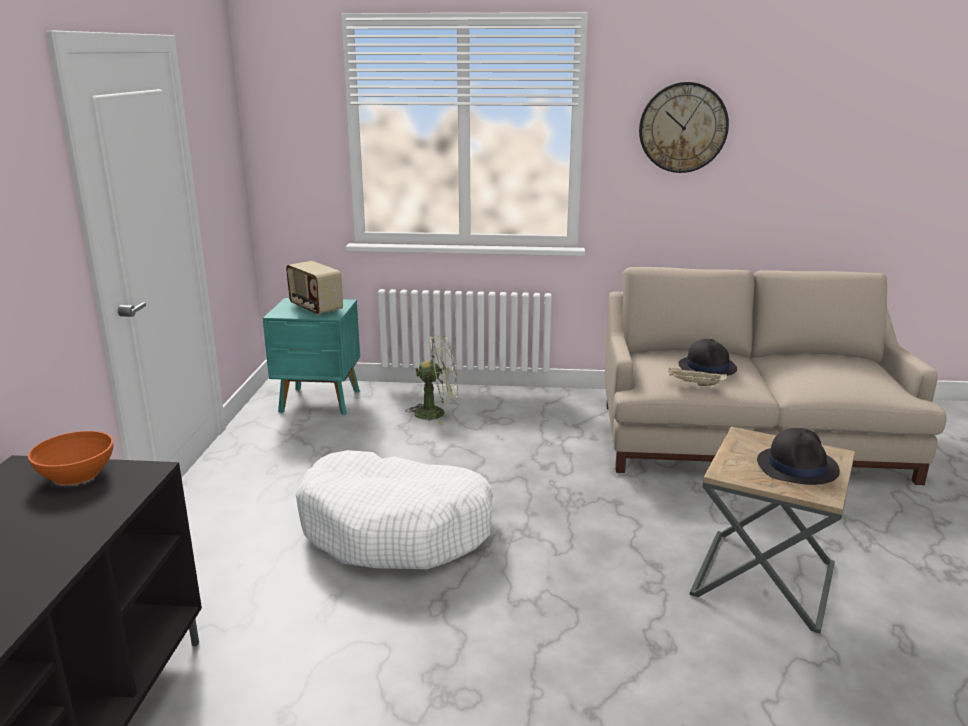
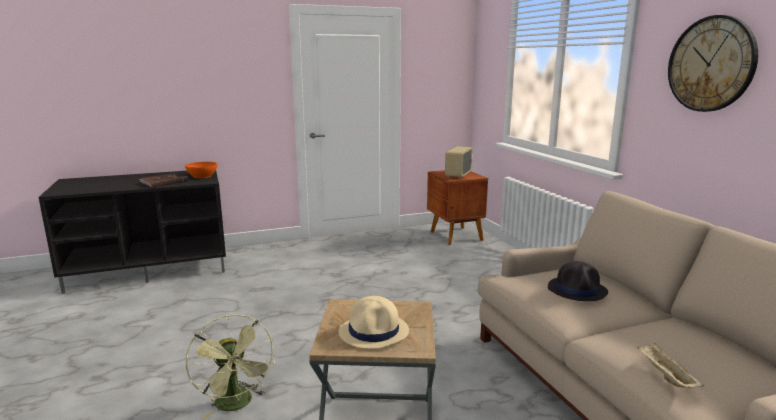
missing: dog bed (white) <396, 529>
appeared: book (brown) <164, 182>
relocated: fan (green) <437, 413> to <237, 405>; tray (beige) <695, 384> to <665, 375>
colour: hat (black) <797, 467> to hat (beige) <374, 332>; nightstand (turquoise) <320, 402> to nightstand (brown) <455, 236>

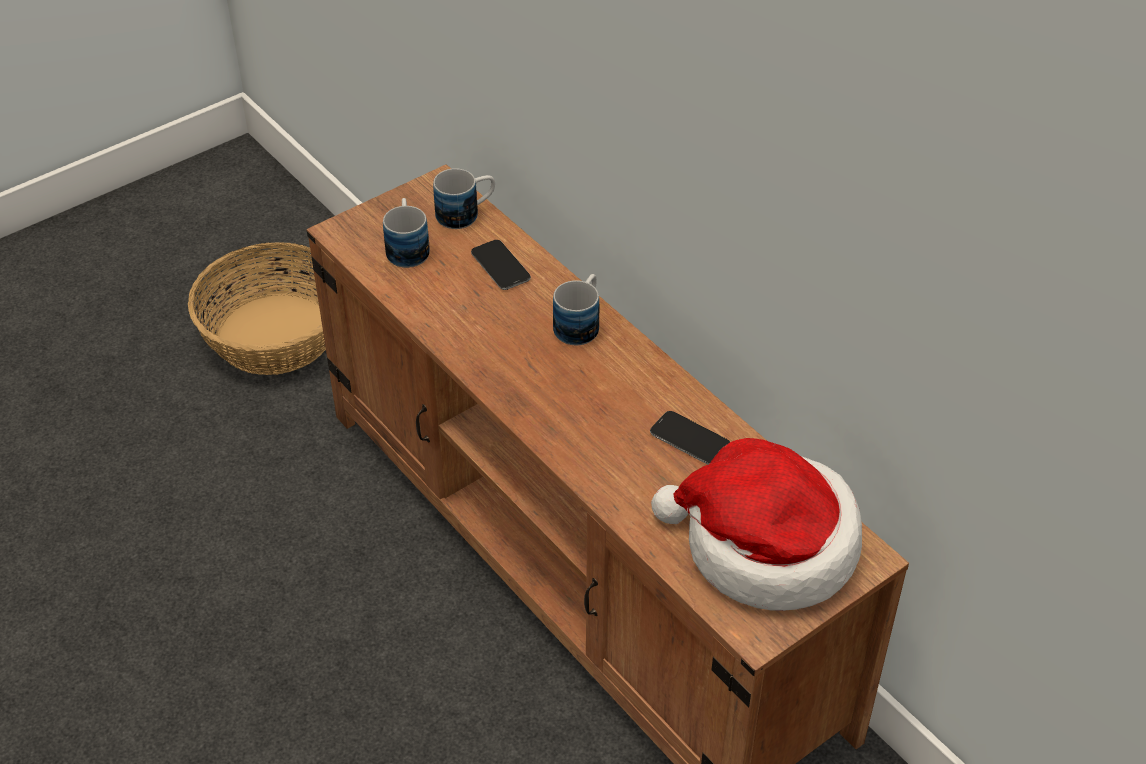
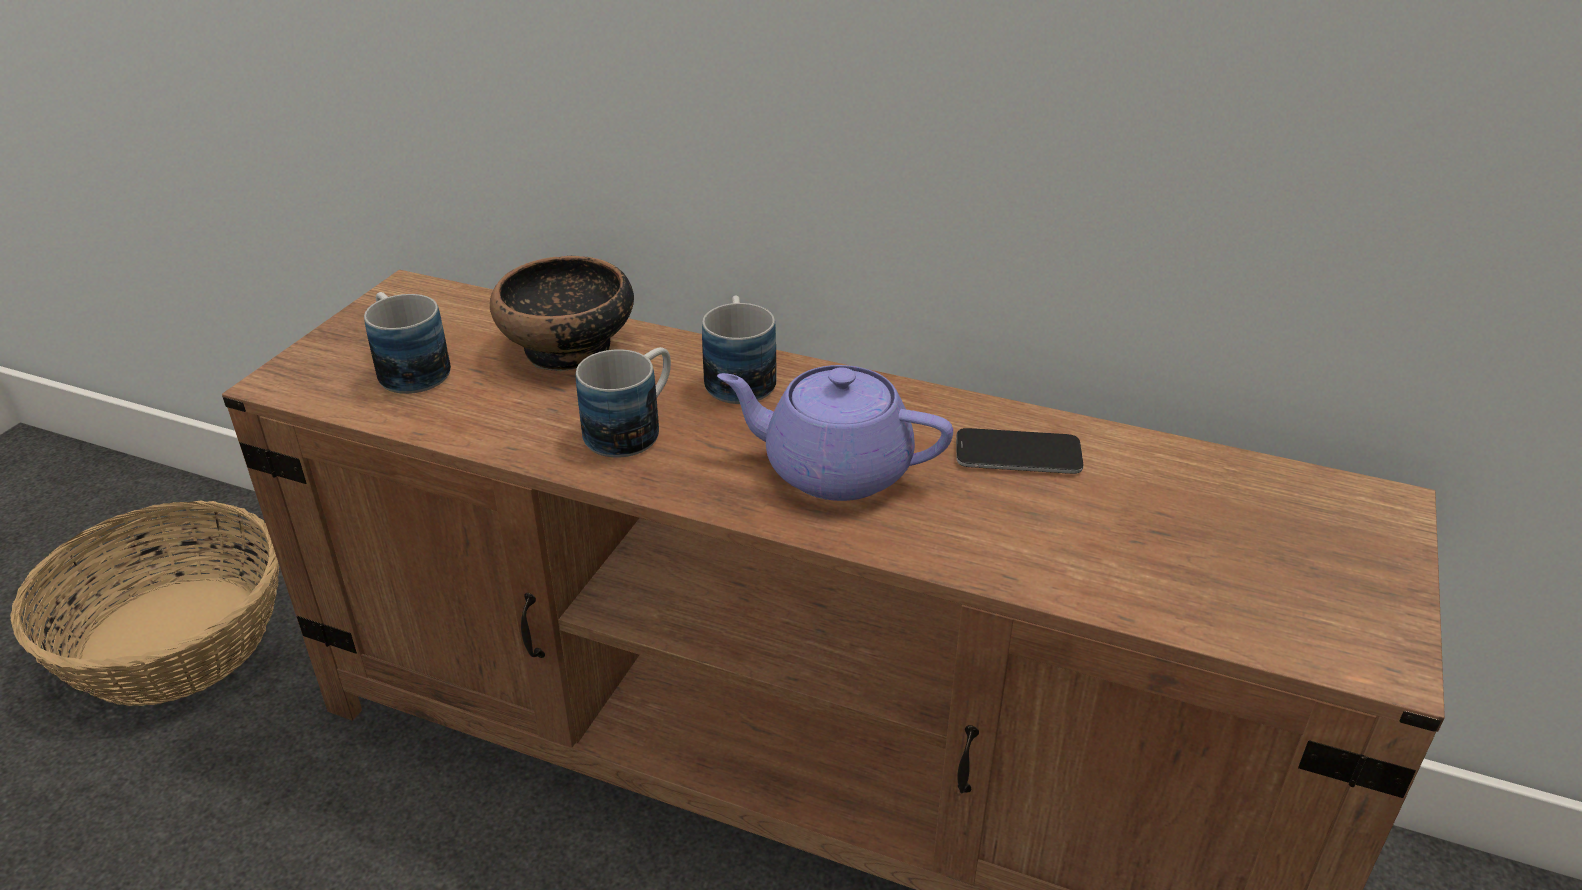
missing: hat <765, 546>
appeared: teapot (purple) <834, 469>
relocated: mug <466, 213> to <634, 428>
exchanged: phone <500, 266> to bowl <568, 349>

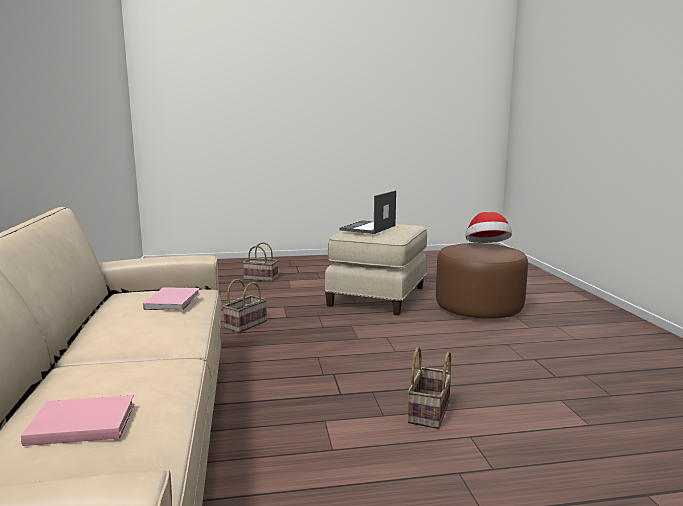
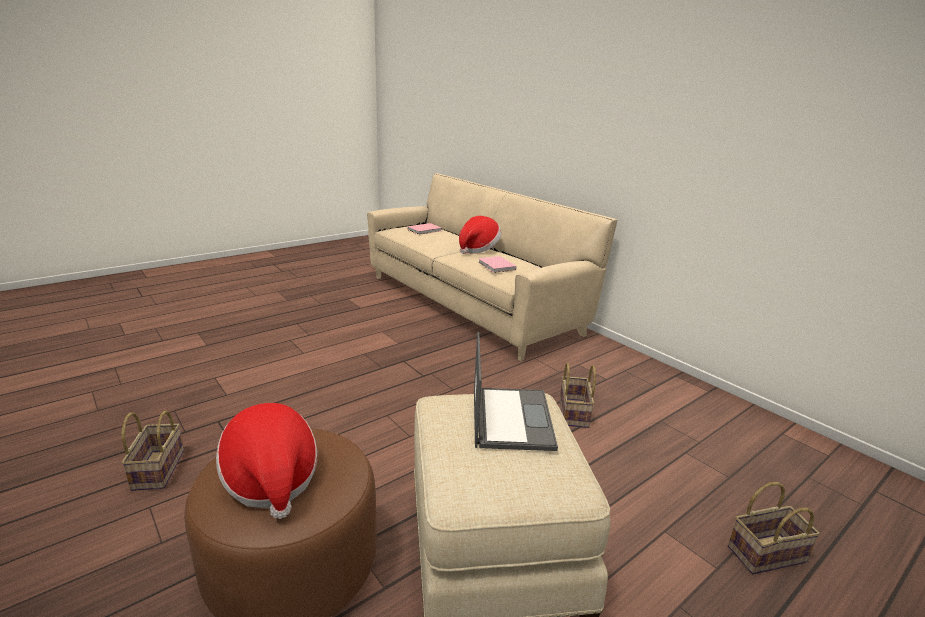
appeared: hat <478, 249>
relocated: basket <430, 413> to <157, 469>

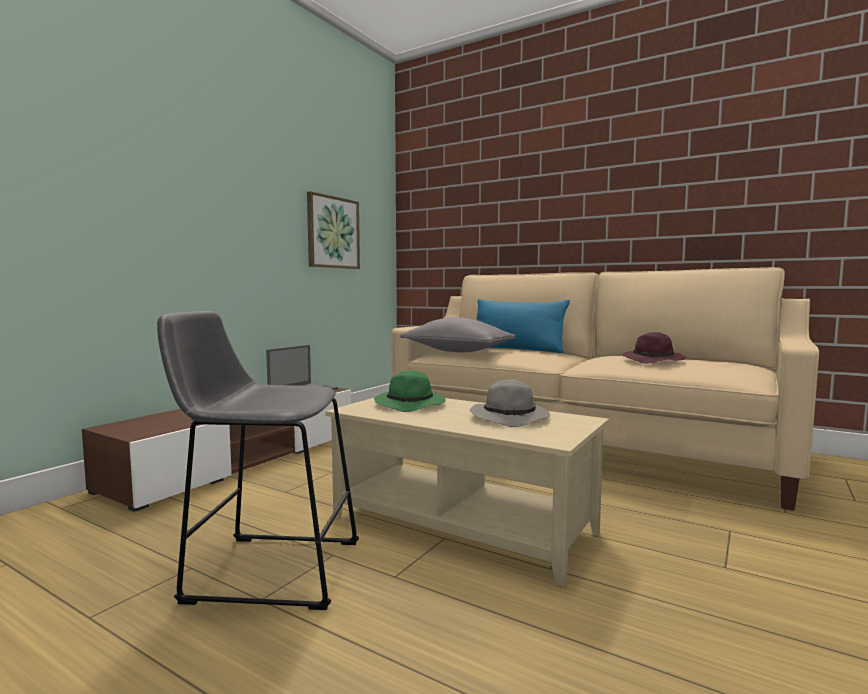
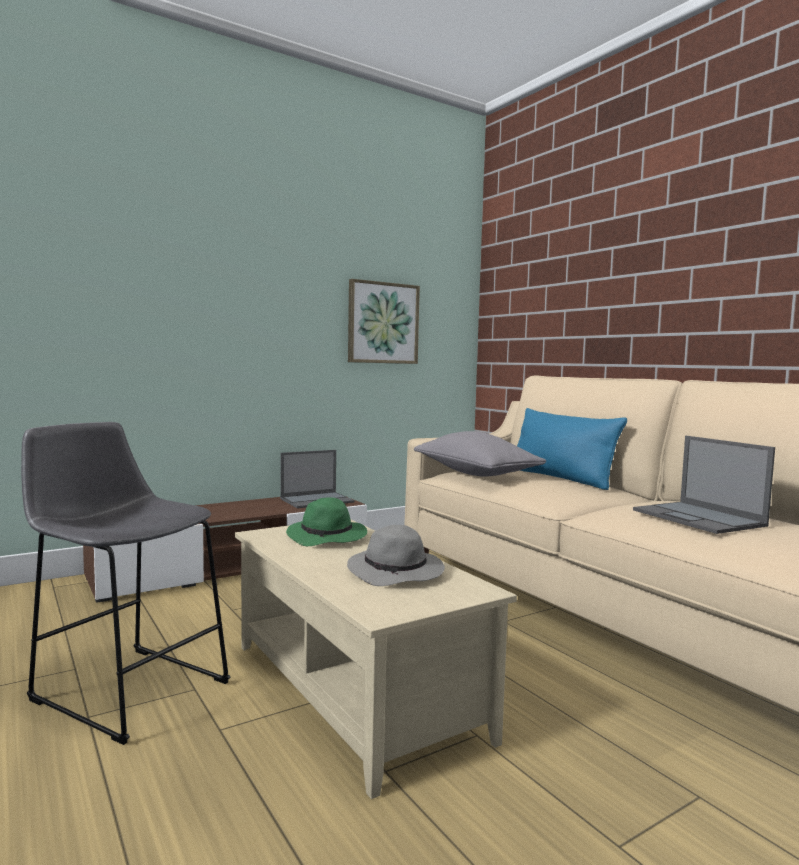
exchanged: hat (purple) <654, 360> to laptop <699, 518>

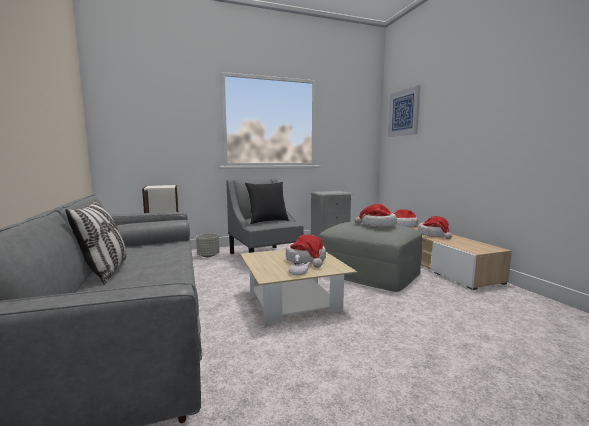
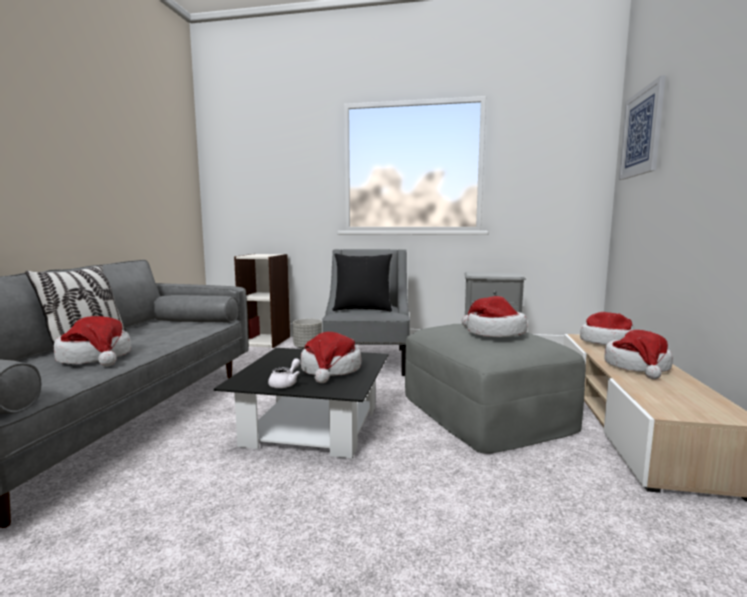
appeared: hat <96, 357>
colour: coffee table (beige) <293, 300> to coffee table (black) <313, 426>

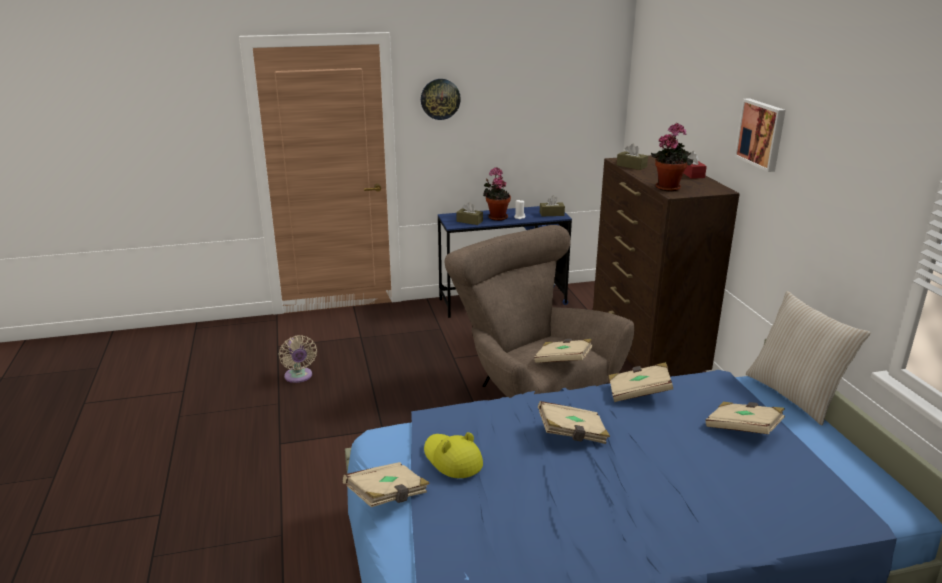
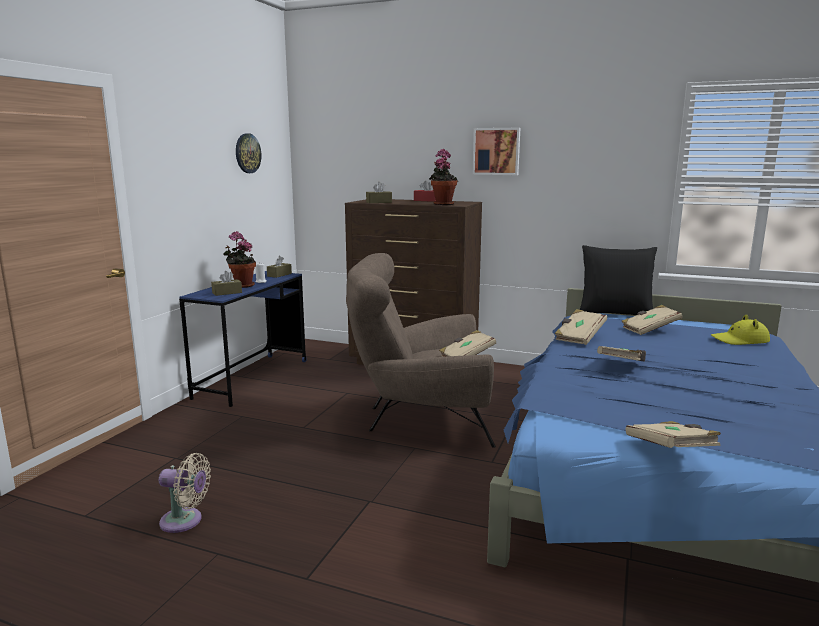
relocated: wall clock <440, 99> to <247, 153>; hat (yellow) <452, 459> to <740, 340>
colour: pillow (beige) <794, 395> to pillow (black) <614, 313>

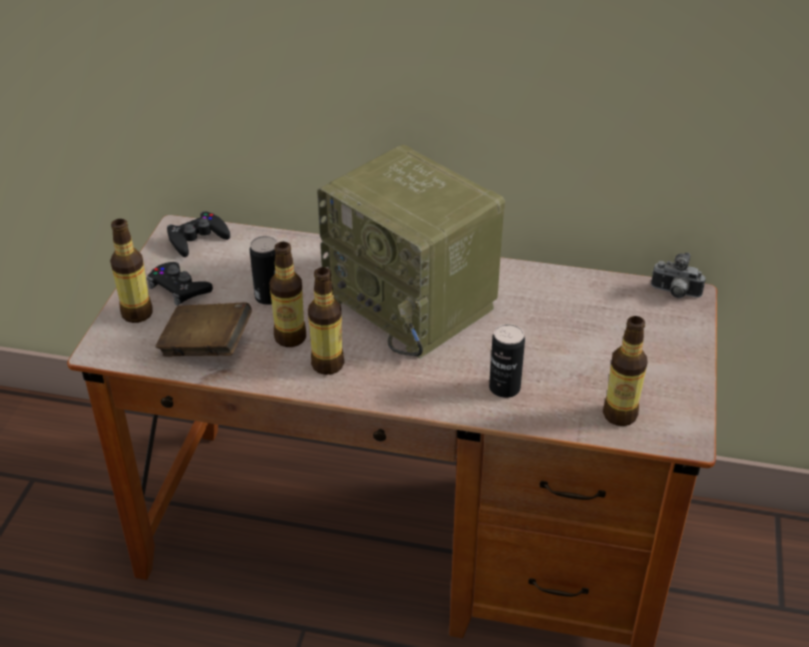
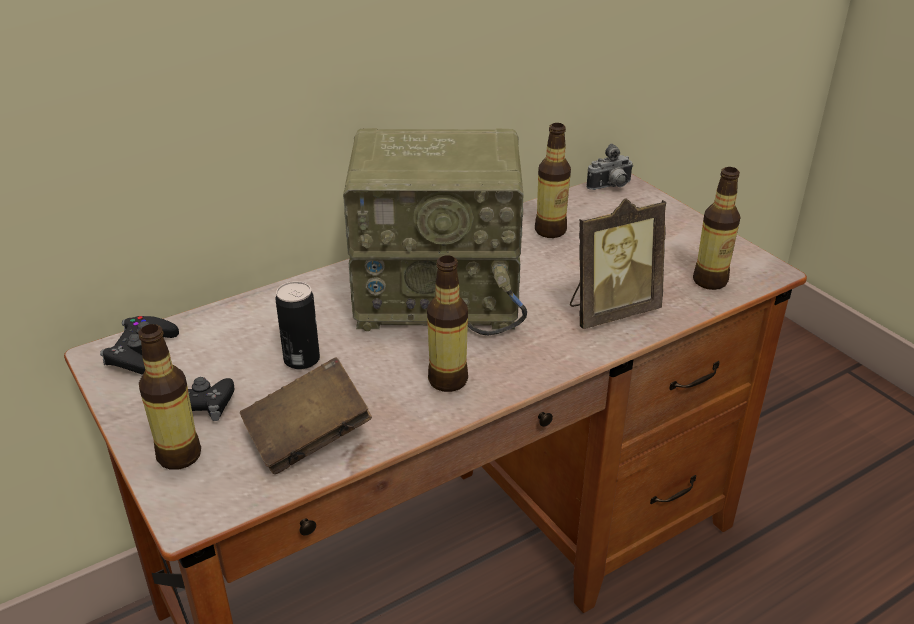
relocated: bottle <290, 338> to <550, 231>
exchanged: can <504, 388> to picture frame <610, 311>

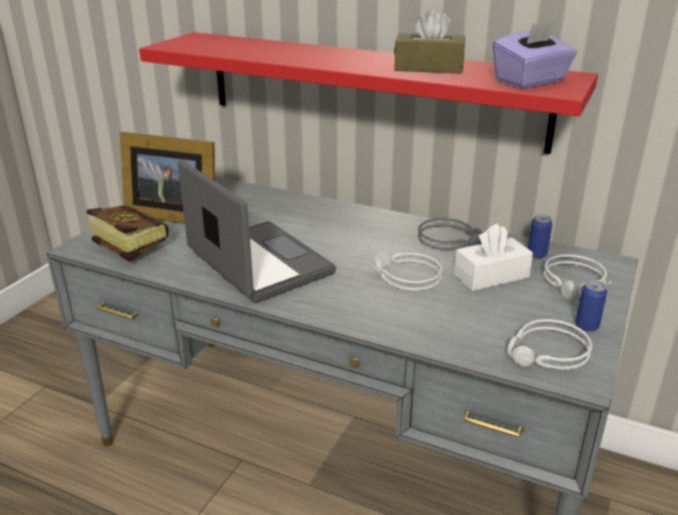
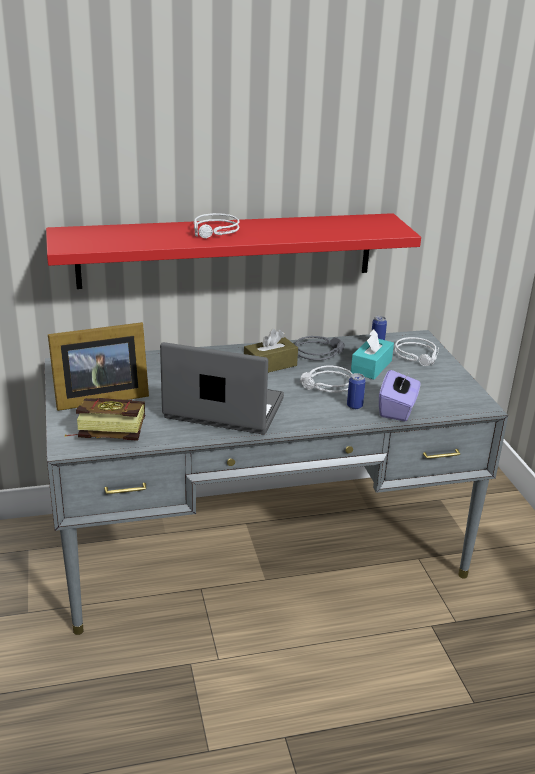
relocated: headphones (grey) <547, 354> to <215, 231>; tissue box (brown) <428, 68> to <270, 365>; can <586, 326> to <354, 406>; tissue box (purple) <531, 81> to <397, 409>
colour: tissue box (white) <491, 276> to tissue box (turquoise) <371, 367>

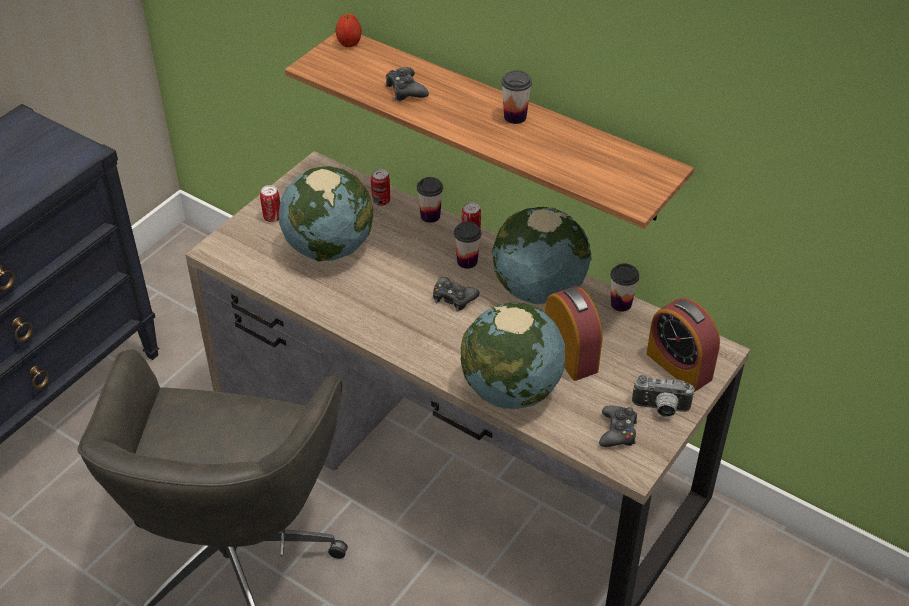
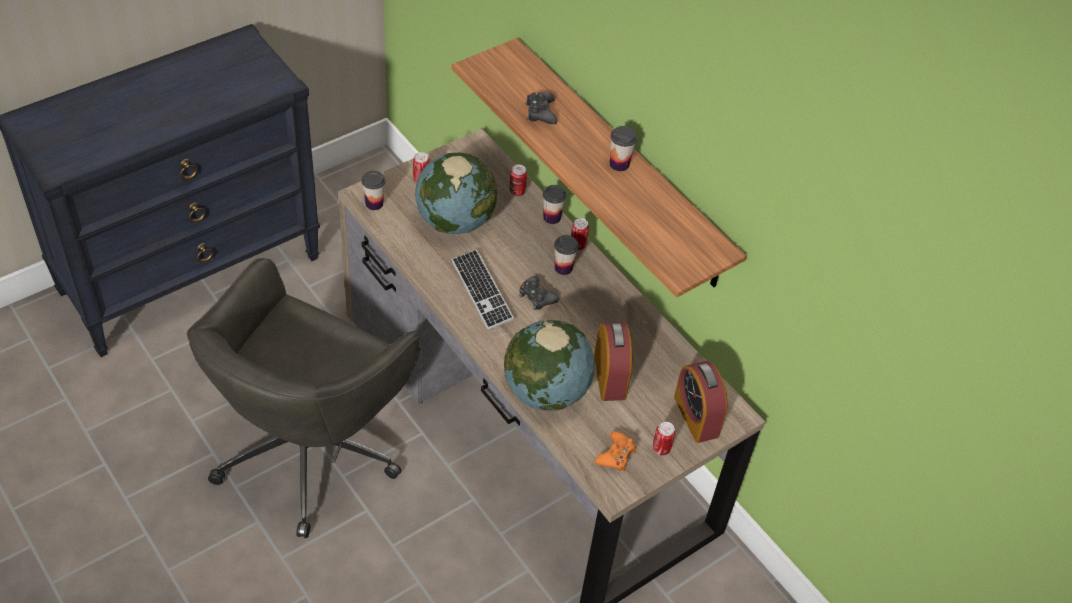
missing: apple <349, 43>; globe <538, 290>
appeared: keyboard <482, 291>
relocated: cup <621, 304> to <374, 204>
exchanged: photo camera <660, 409> to can <661, 449>
colour: game controller (black) <618, 431> to game controller (orange) <616, 455>

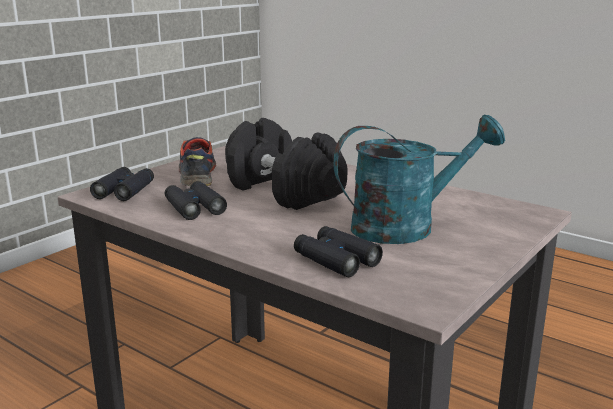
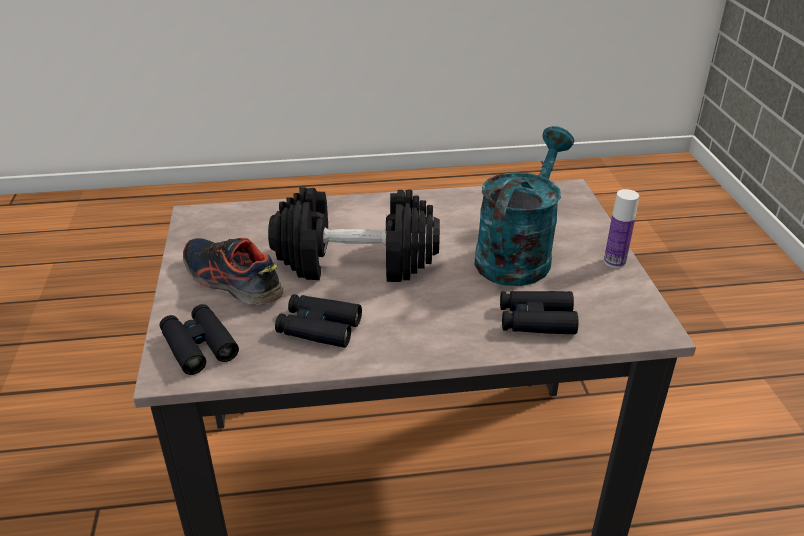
appeared: bottle <614, 262>

